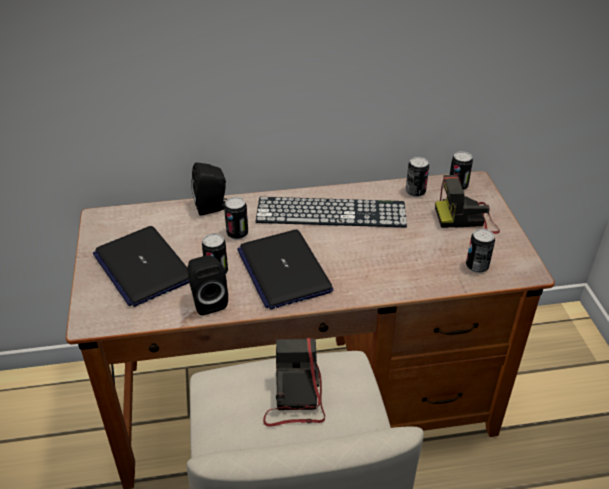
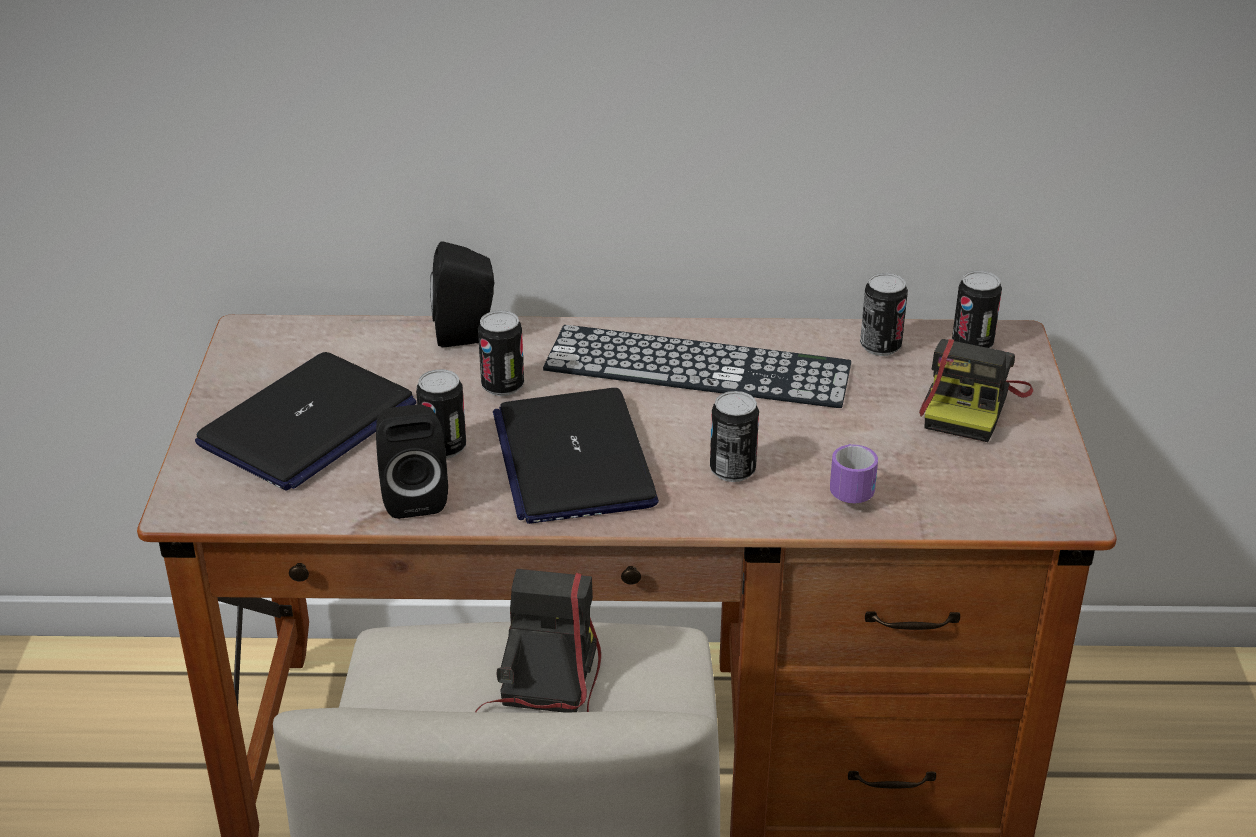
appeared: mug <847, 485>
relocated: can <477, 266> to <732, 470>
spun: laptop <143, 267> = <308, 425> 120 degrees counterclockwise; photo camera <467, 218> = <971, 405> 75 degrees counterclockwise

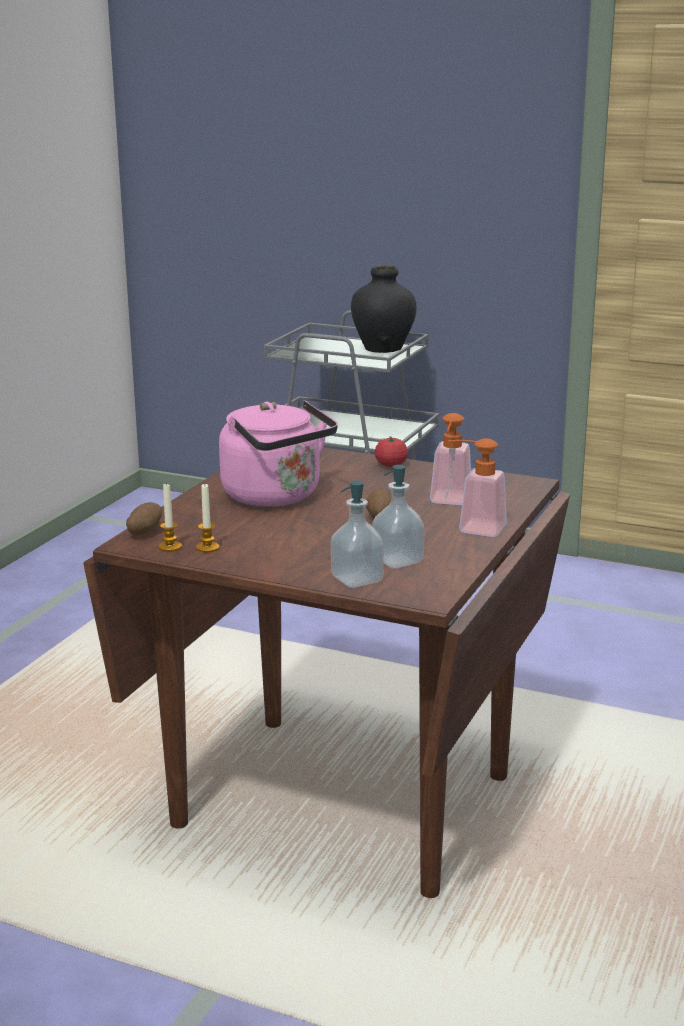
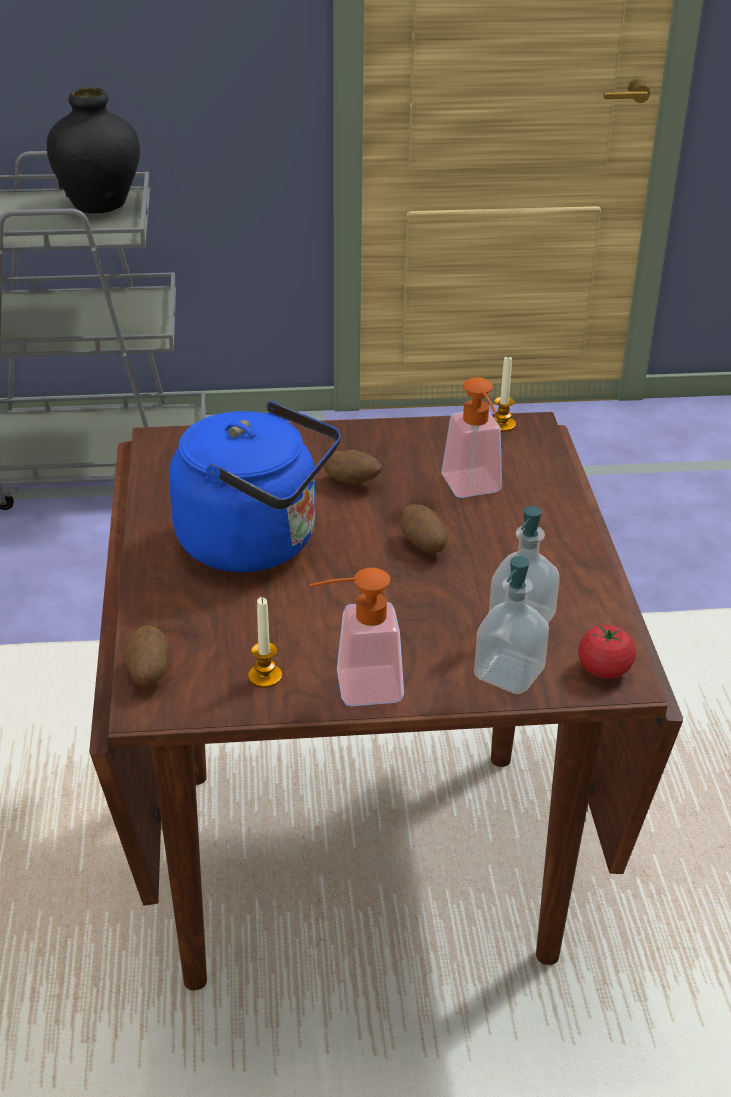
appeared: potato <351, 482>
relocated: soap dispenser <474, 528> to <356, 688>; candle <170, 547> to <502, 424>; tomato <391, 465> to <604, 669>
colour: kettle (pink) <276, 497> to kettle (blue) <256, 543>

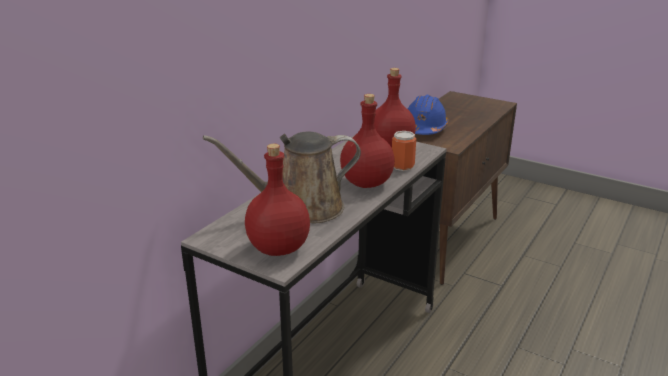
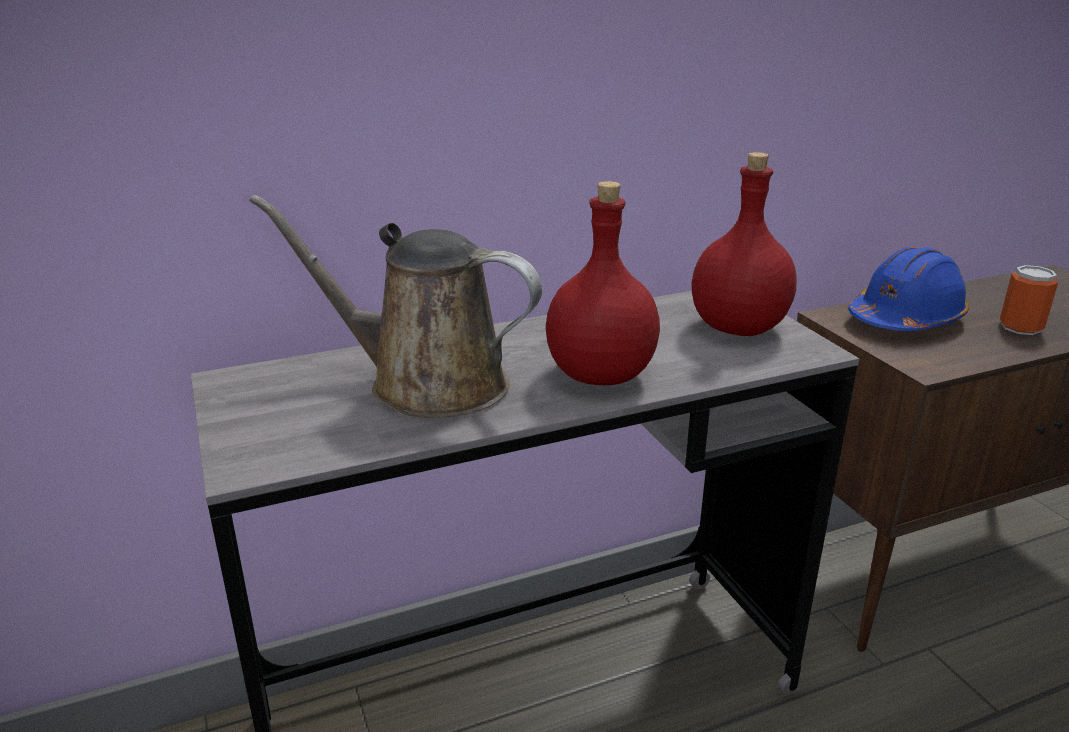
missing: bottle (red) <277, 248>
relocated: can <402, 166> to <1020, 327>

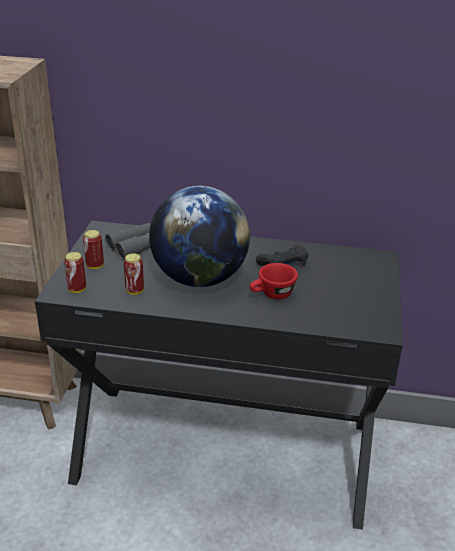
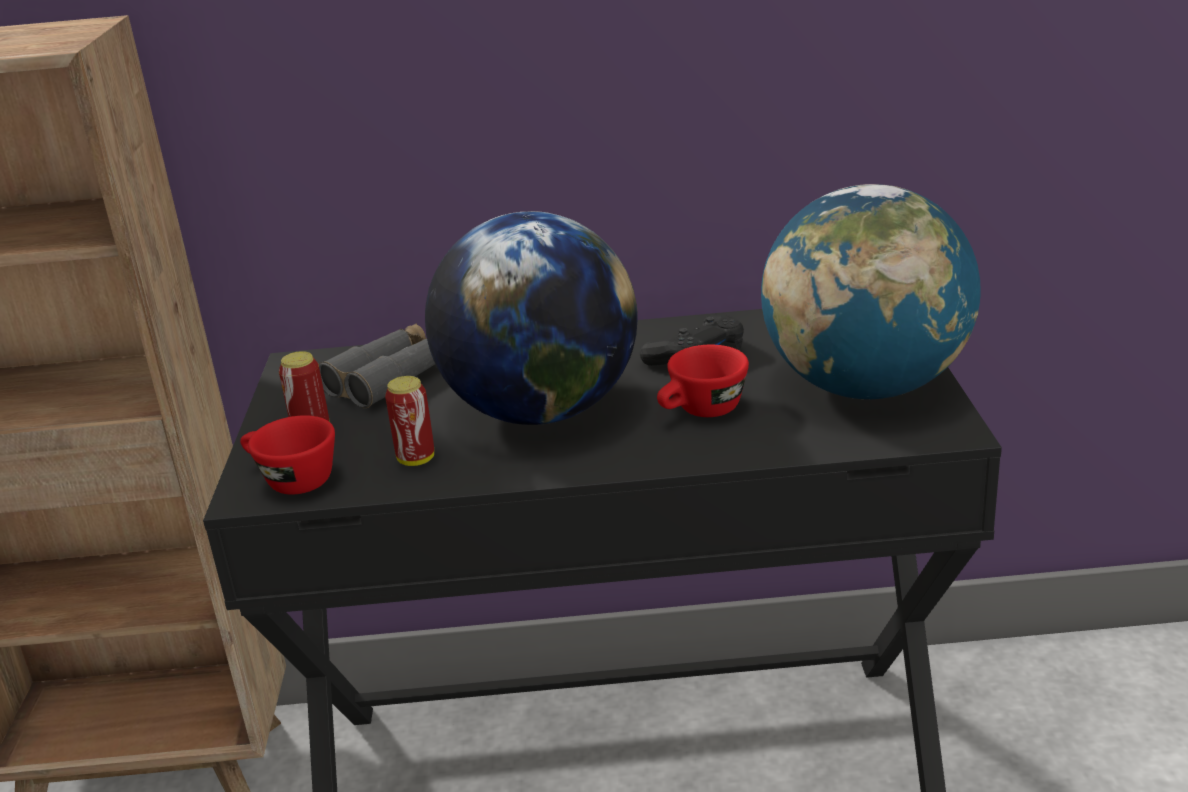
appeared: globe <866, 387>
exchanged: can <77, 290> to cup (red) <290, 480>

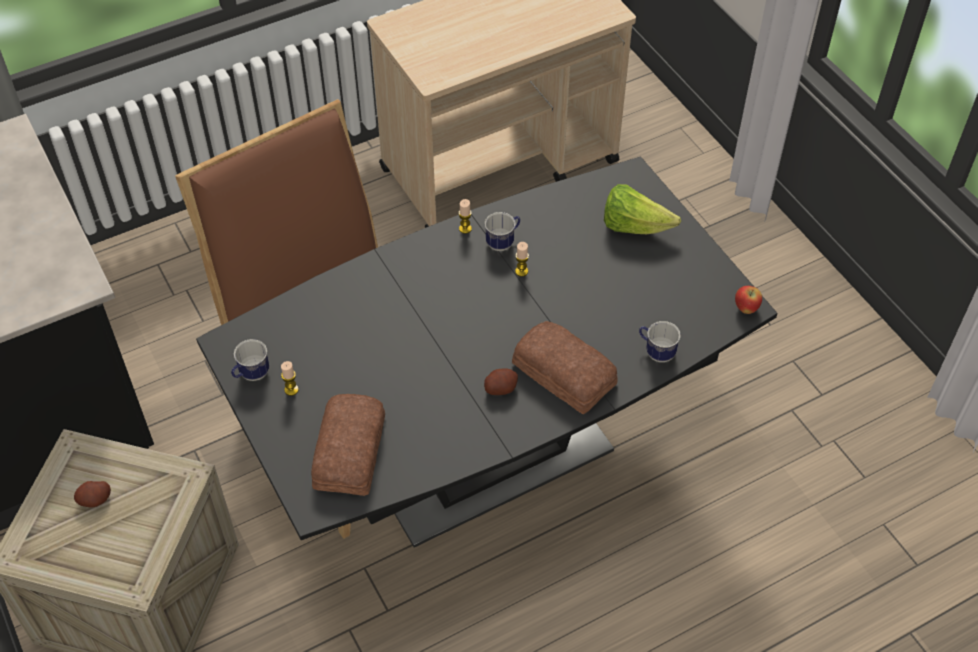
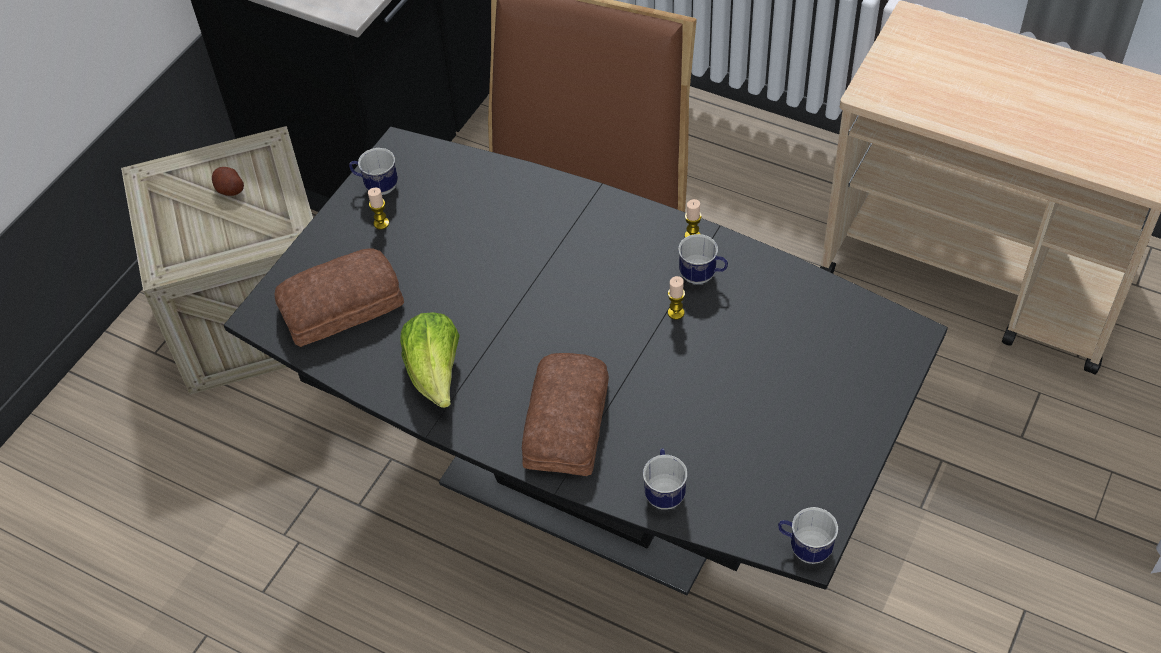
missing: potato <500, 388>
relocated: lettuce <634, 226> to <436, 375>
exchanged: apple <746, 308> to mug <804, 548>

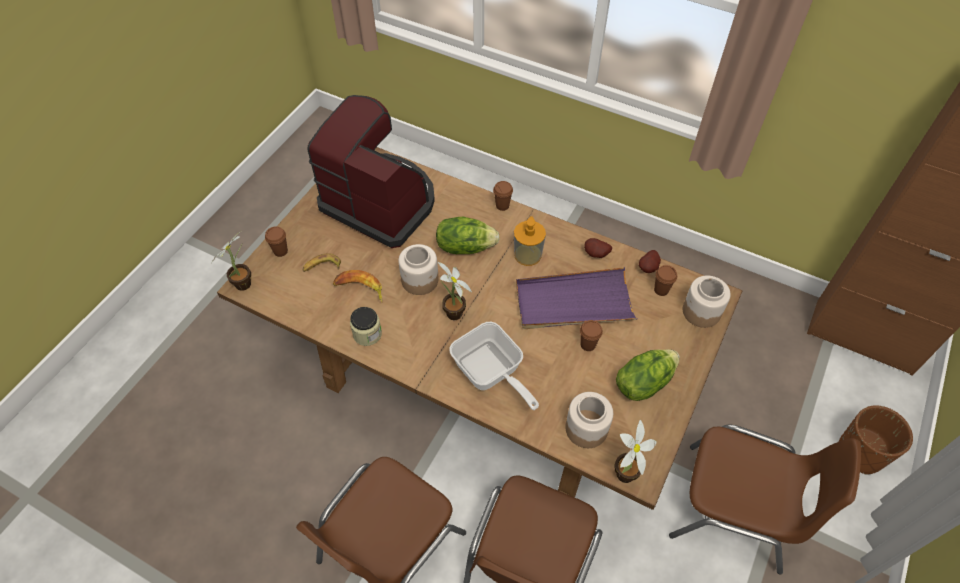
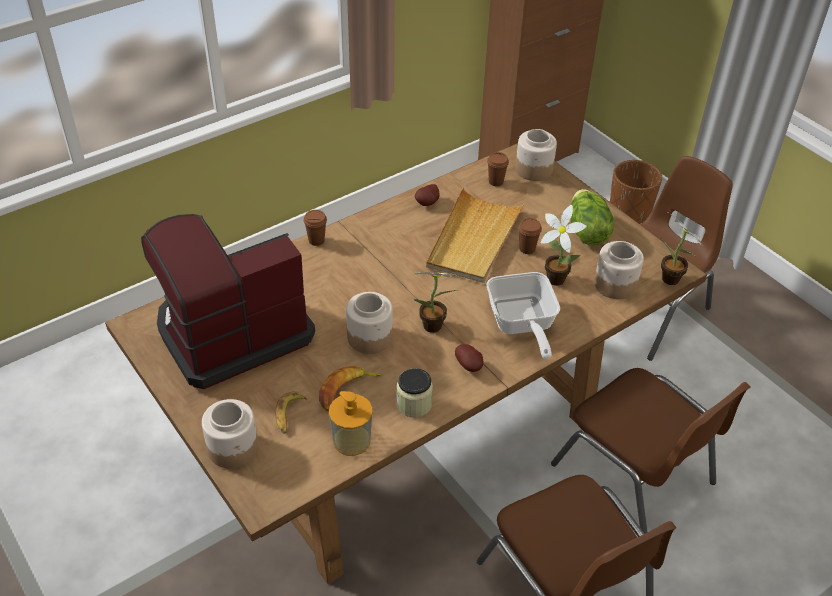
missing: lettuce <465, 246>
relocated: soap dispenser <527, 255> to <351, 440>; potato <649, 268> to <469, 366>; potted plant <245, 282> to <554, 277>
exchanged: cup (brown) <280, 251> to jar <233, 448>
colour: tray (purple) <573, 302> to tray (beige) <474, 239>
spun: frying pan <491, 373> = <521, 325> 90 degrees clockwise

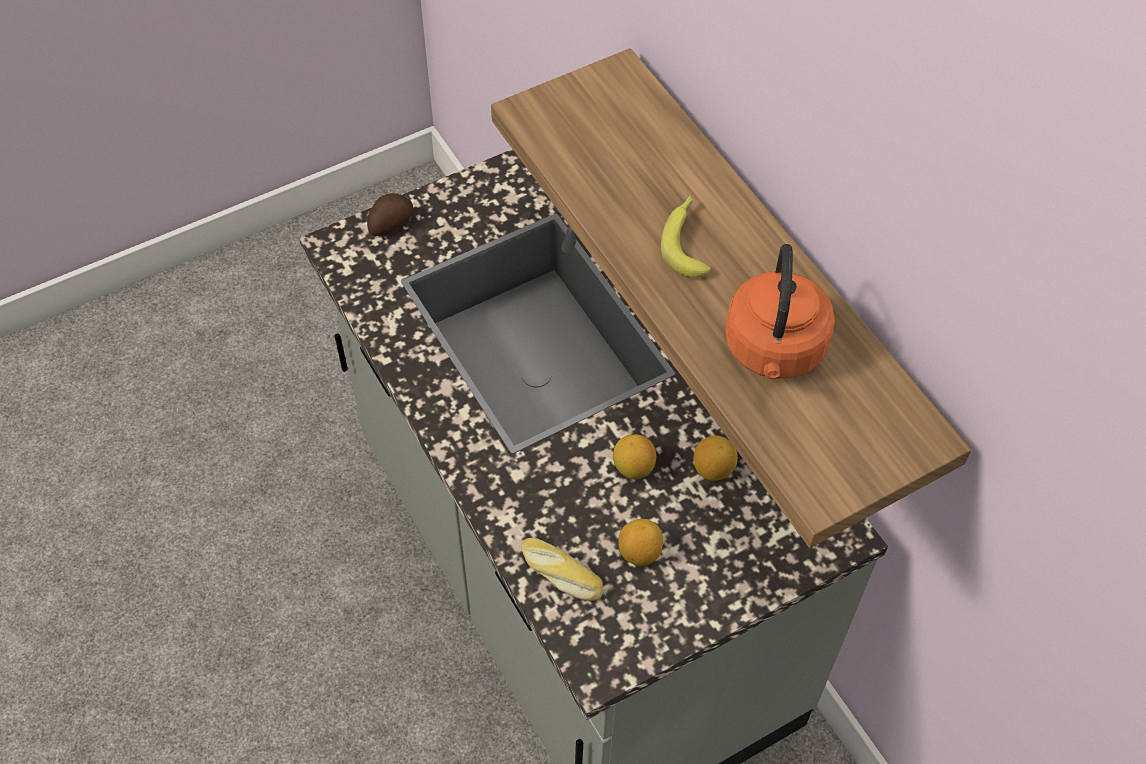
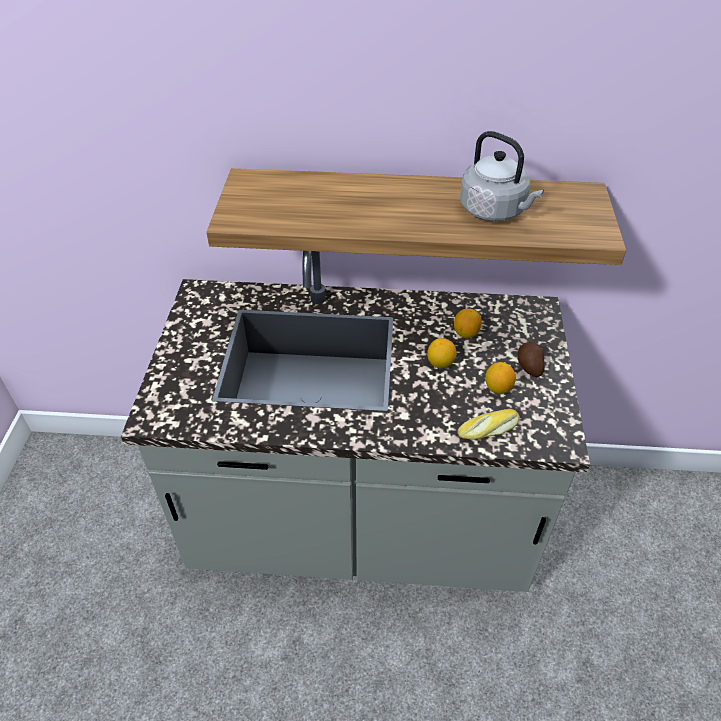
missing: banana <687, 241>
relocated: potato <390, 223> to <529, 366>
colour: kettle (orange) <774, 351> to kettle (grey) <495, 211>

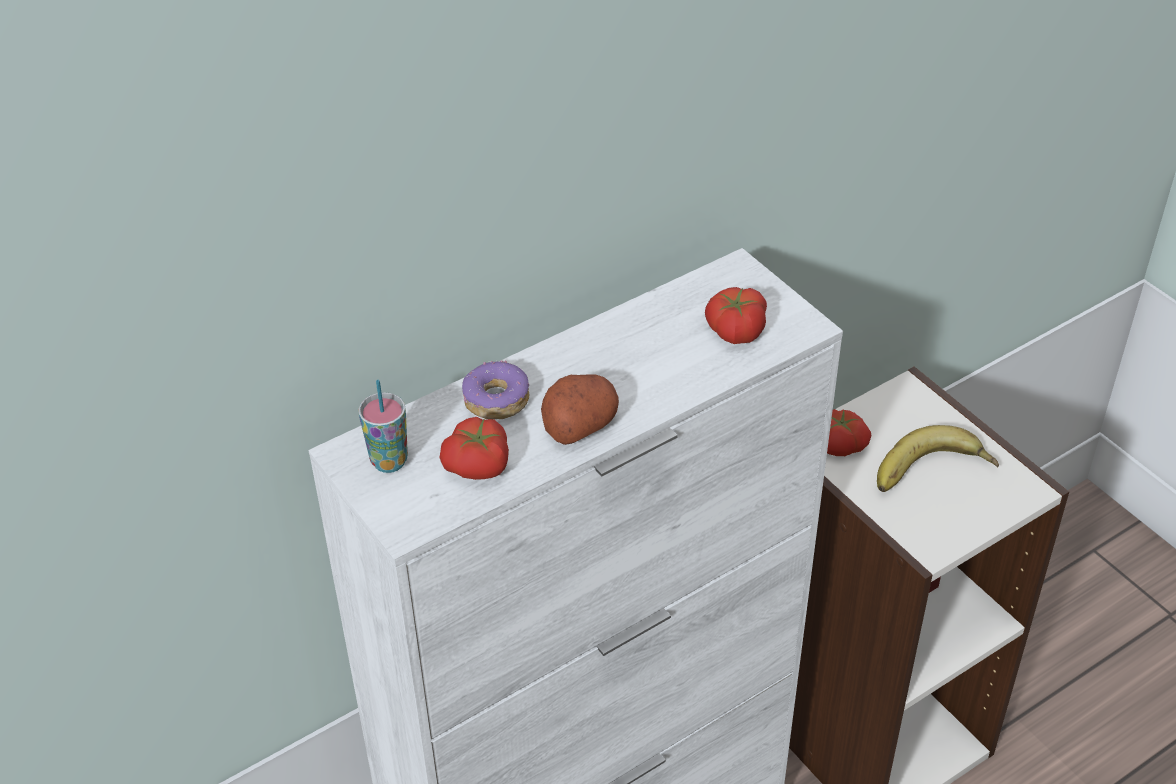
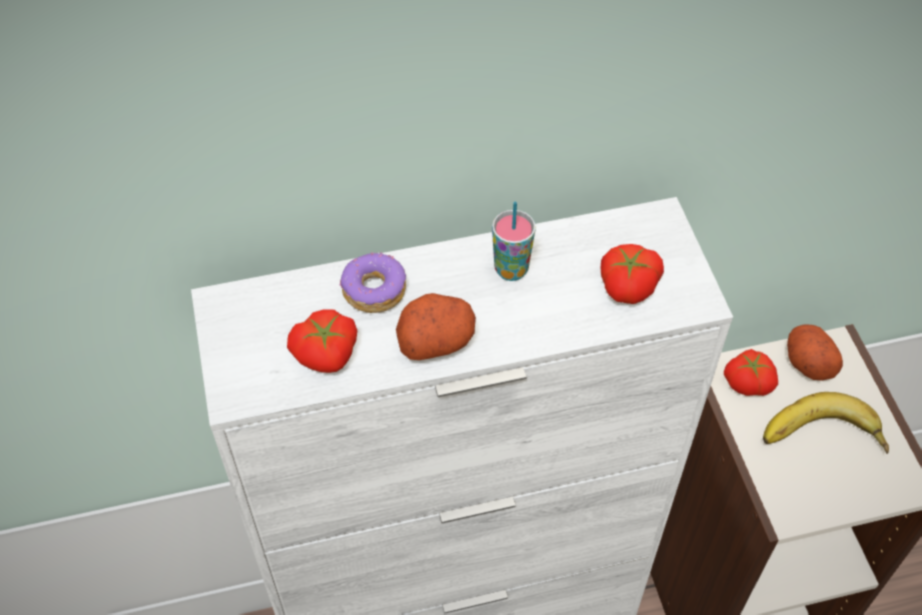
appeared: potato <807, 362>
relocated: cup <389, 461> to <511, 270>

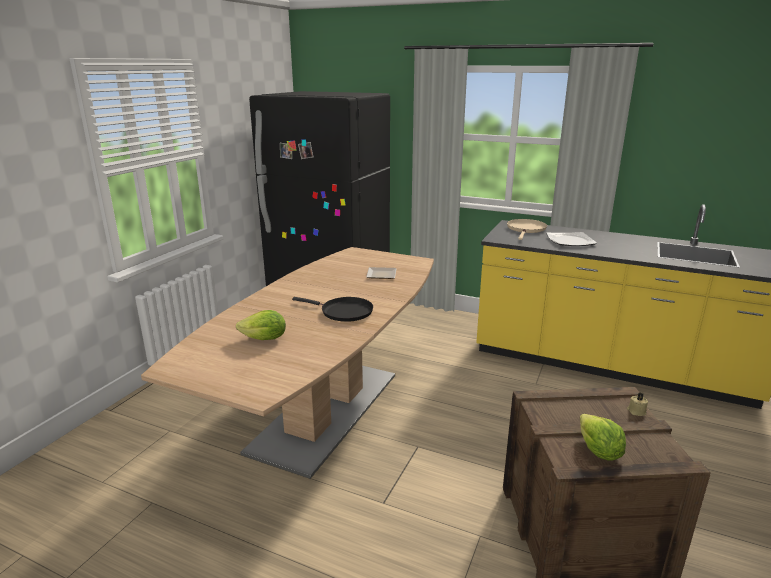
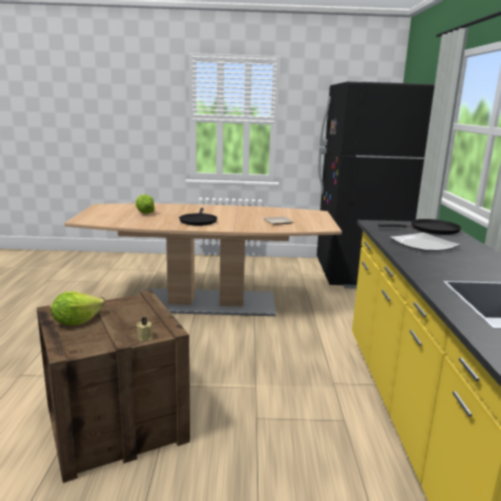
colour: frying pan (beige) <526, 229> to frying pan (black) <431, 230>

